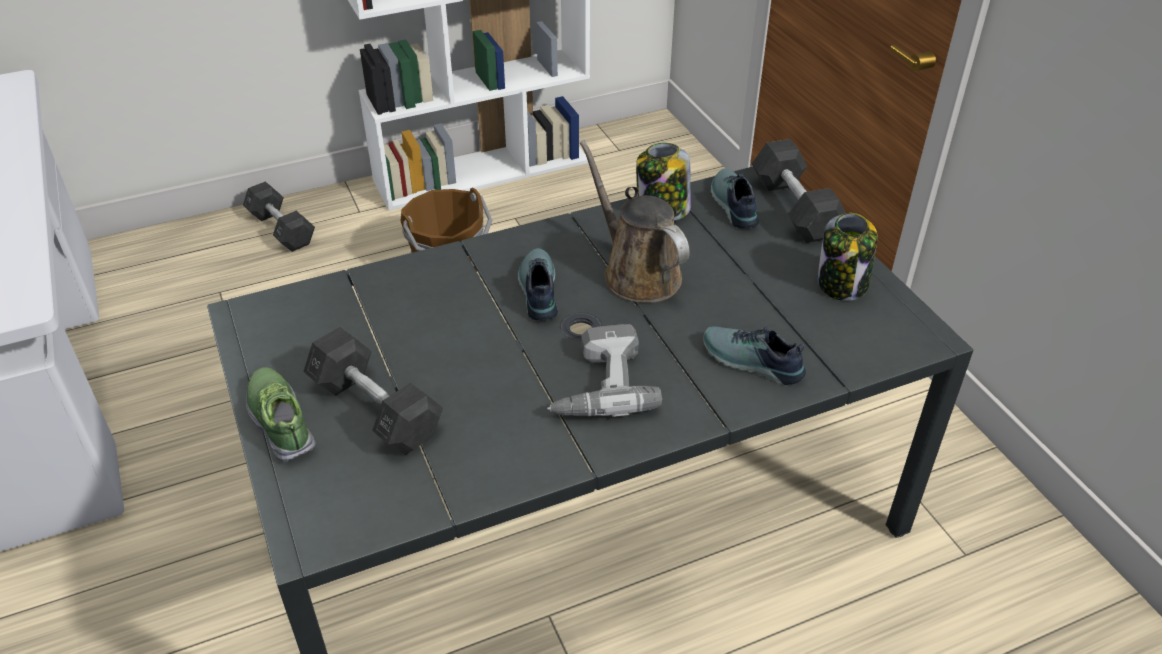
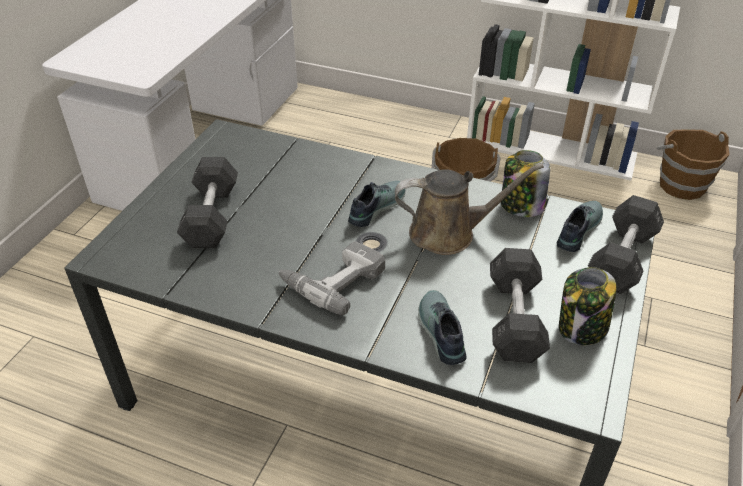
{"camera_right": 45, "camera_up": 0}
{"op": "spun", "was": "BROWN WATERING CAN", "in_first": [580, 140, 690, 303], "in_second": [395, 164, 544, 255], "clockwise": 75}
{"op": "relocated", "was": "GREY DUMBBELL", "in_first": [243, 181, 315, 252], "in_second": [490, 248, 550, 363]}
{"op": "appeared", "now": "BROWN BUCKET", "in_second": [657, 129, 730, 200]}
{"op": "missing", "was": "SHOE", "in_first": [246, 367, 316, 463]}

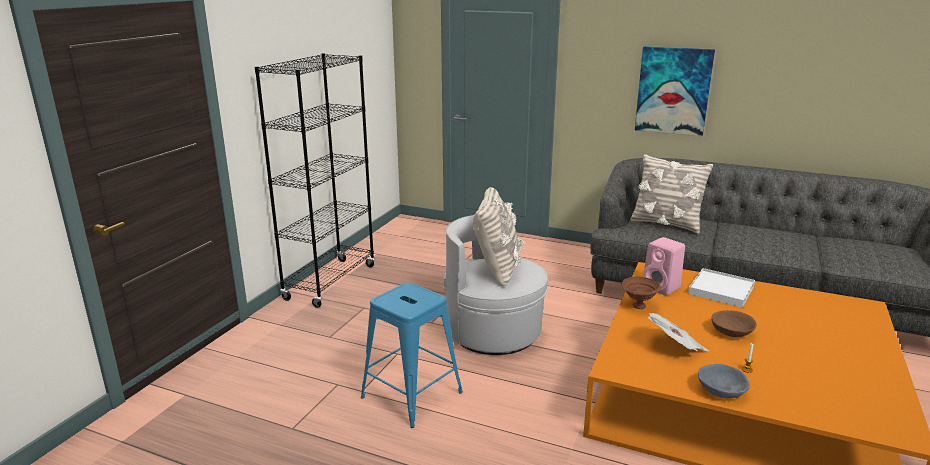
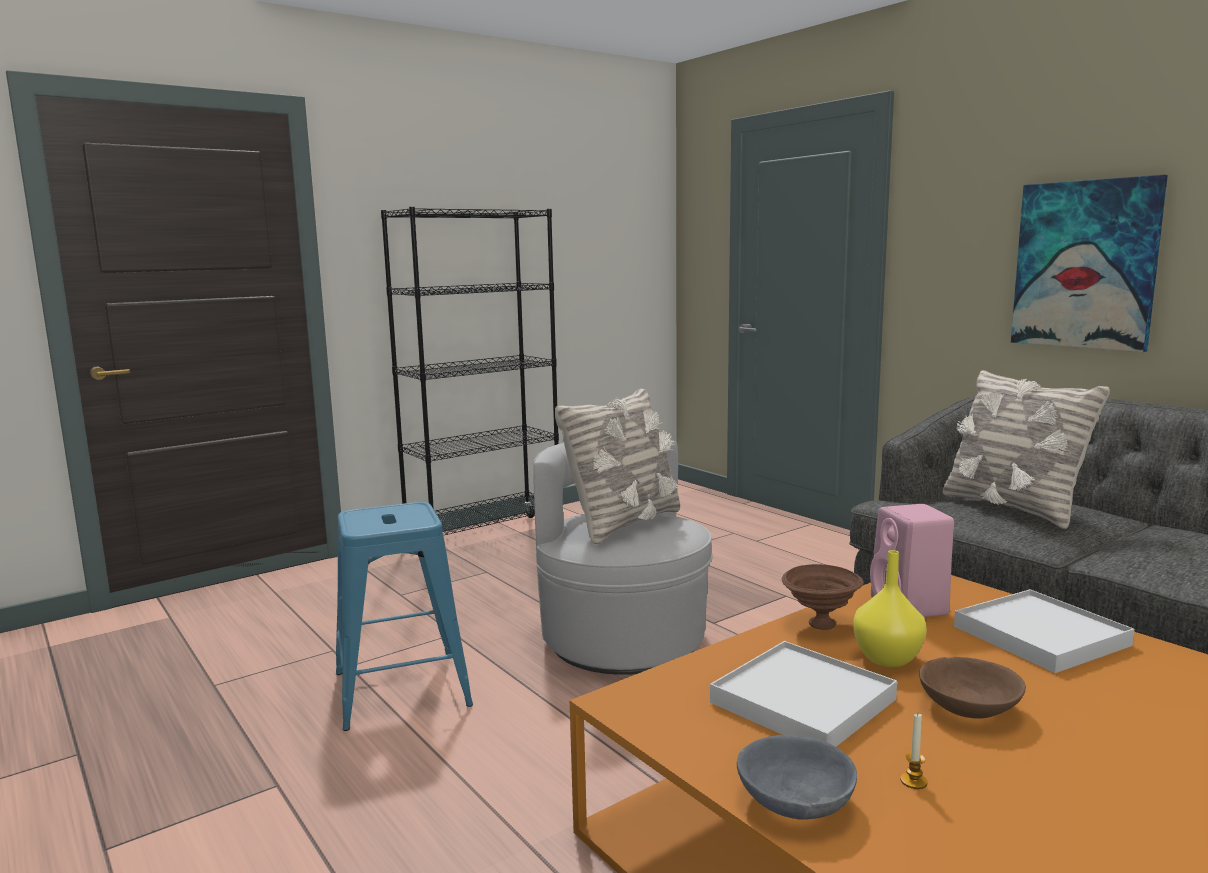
{"camera_right": 30, "camera_up": -10}
{"op": "exchanged", "was": "NEWSPAPER", "now": "WHITE TRAY", "in_first": [648, 313, 709, 352], "in_second": [710, 641, 897, 747]}
{"op": "appeared", "now": "YELLOW VASE", "in_second": [853, 550, 927, 667]}

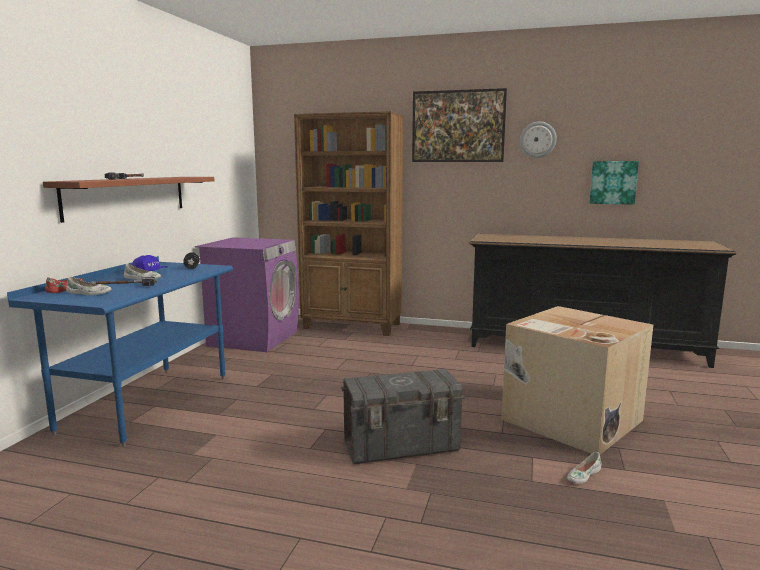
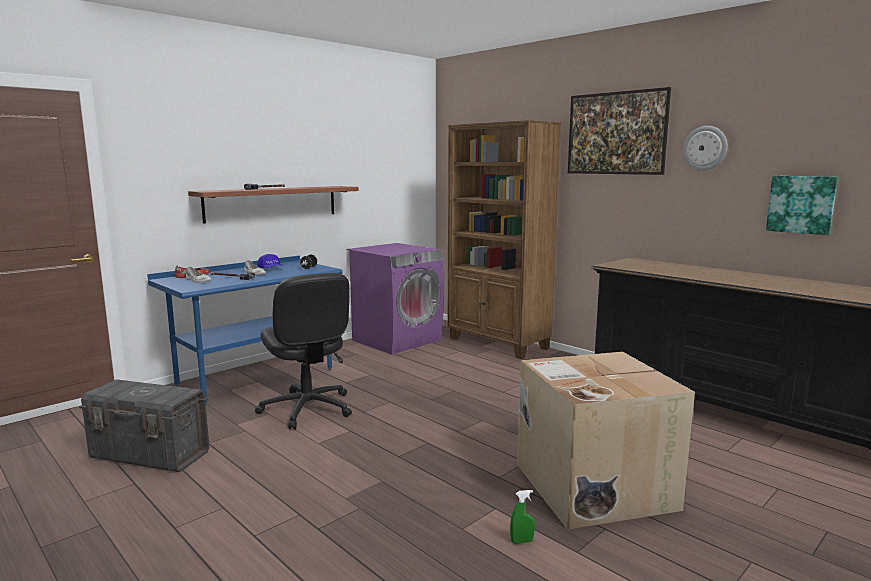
{"camera_right": 30, "camera_up": 0}
{"op": "relocated", "was": "GREY STORAGE BOX", "in_first": [341, 369, 465, 464], "in_second": [79, 379, 209, 472]}
{"op": "appeared", "now": "BLACK OFFICE CHAIR", "in_second": [255, 273, 352, 429]}
{"op": "exchanged", "was": "WHITE SHOE", "now": "GREEN SPRAY BOTTLE", "in_first": [567, 452, 601, 484], "in_second": [510, 490, 535, 544]}

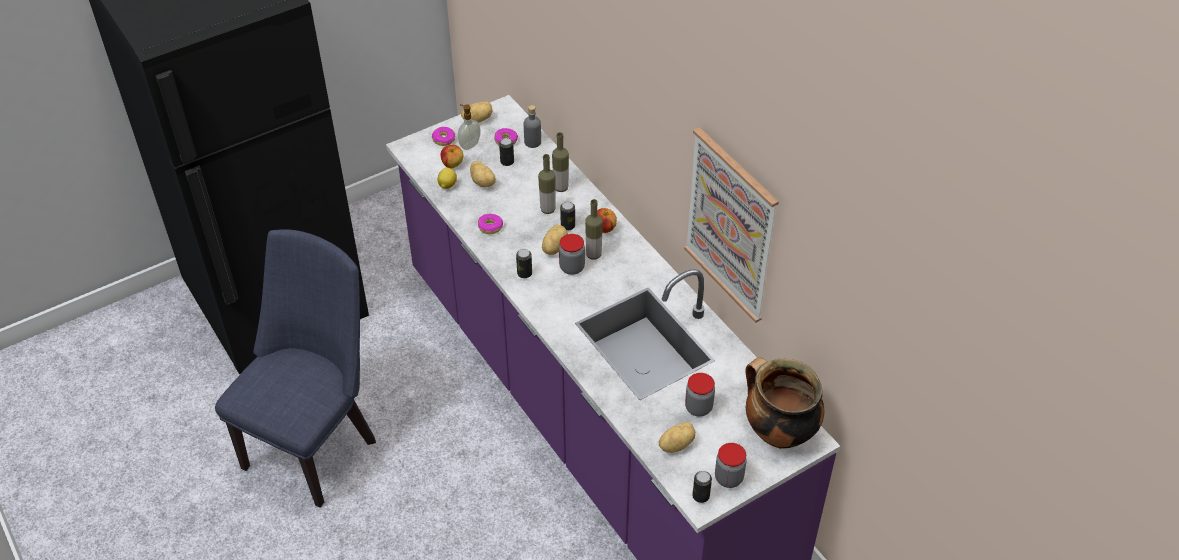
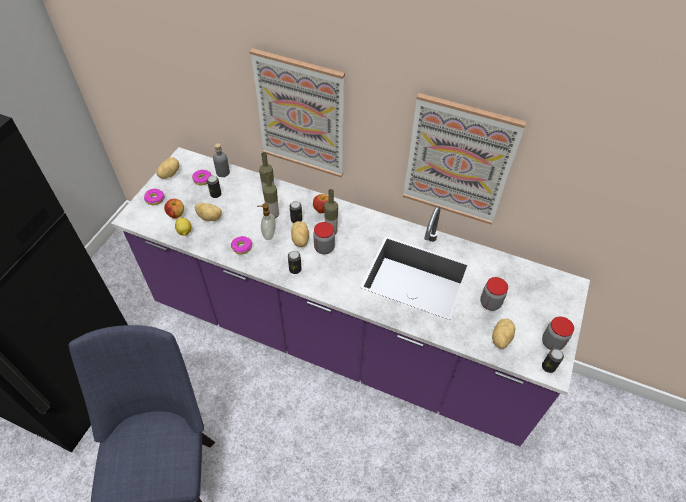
{"camera_right": -35, "camera_up": 5}
{"op": "appeared", "now": "PICTURE", "in_second": [249, 48, 345, 177]}
{"op": "relocated", "was": "SOAP DISPENSER", "in_first": [458, 104, 481, 150], "in_second": [257, 203, 276, 240]}
{"op": "missing", "was": "COOKING POT", "in_first": [746, 358, 824, 449]}

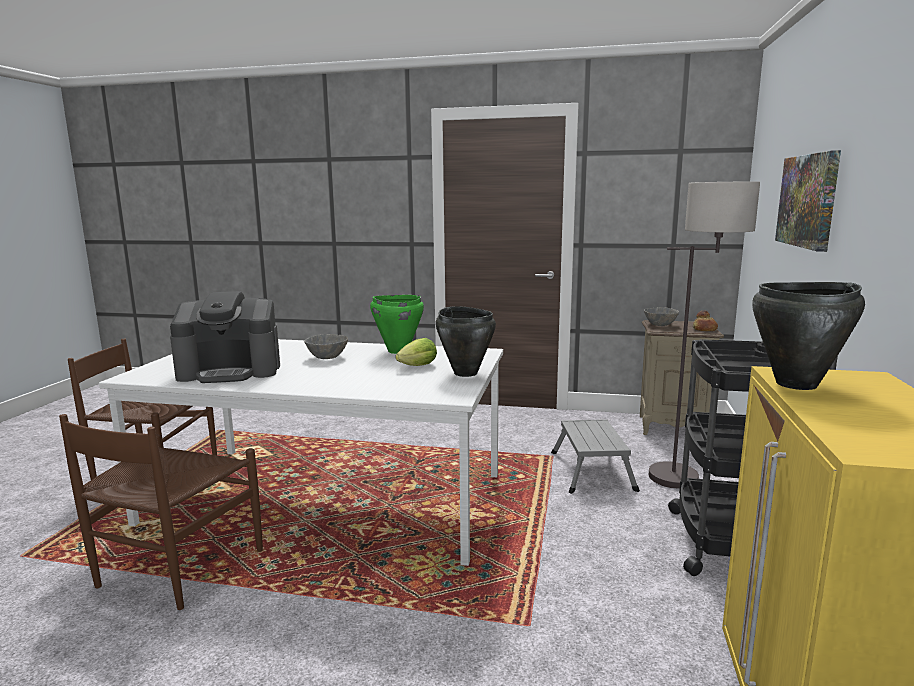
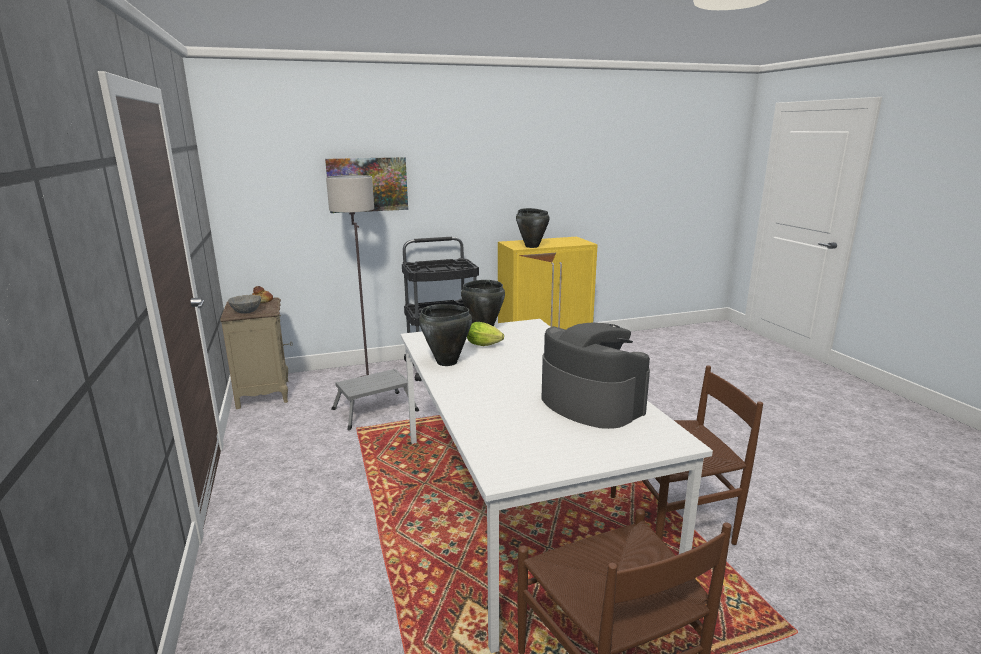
{"camera_right": -120, "camera_up": 5}
{"op": "colour", "was": "GREEN COOKING POT", "now": "BLACK COOKING POT", "in_first": [370, 295, 424, 354], "in_second": [419, 304, 472, 366]}
{"op": "missing", "was": "GREY BOWL", "in_first": [304, 334, 348, 359]}

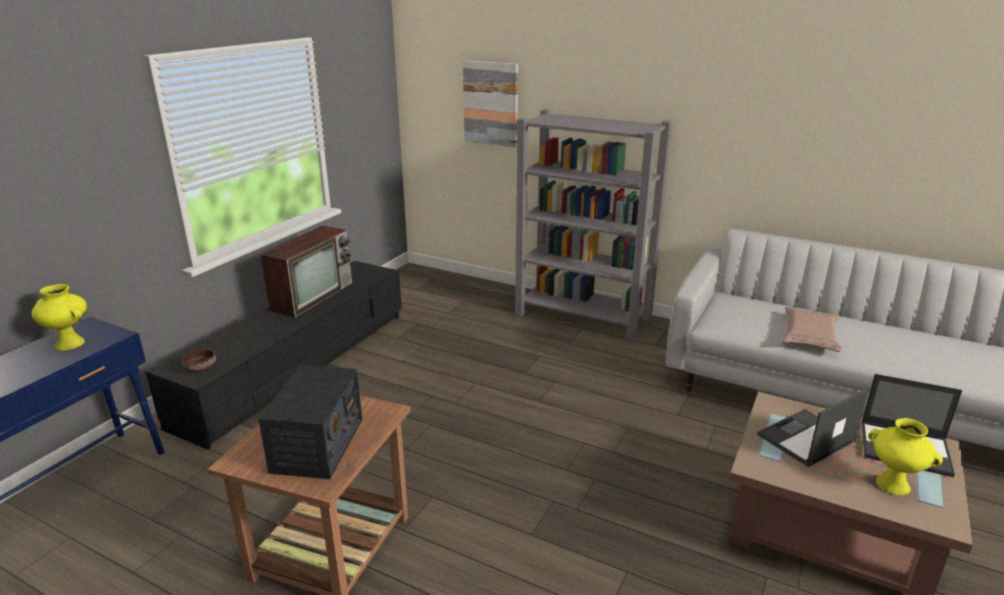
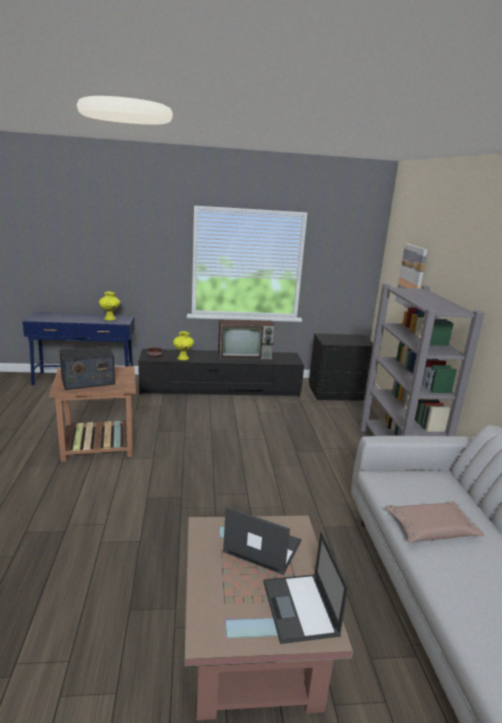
{"camera_right": 55, "camera_up": -5}
{"op": "relocated", "was": "YELLOW VASE", "in_first": [868, 418, 943, 495], "in_second": [173, 331, 194, 360]}
{"op": "appeared", "now": "BLACK NIGHTSTAND", "in_second": [309, 333, 373, 401]}

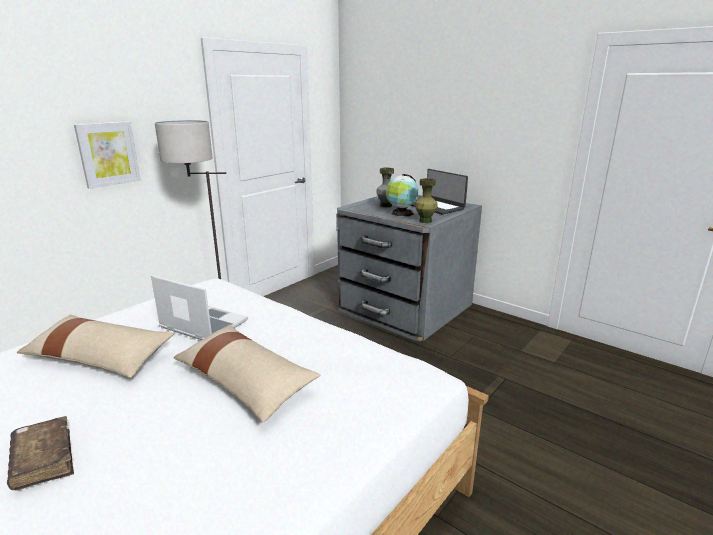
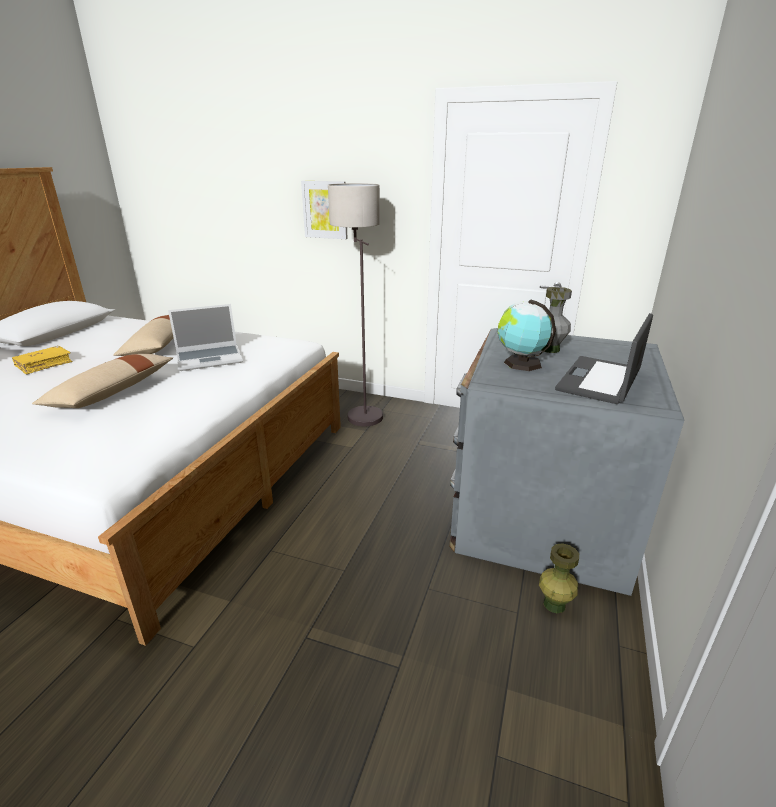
{"camera_right": 70, "camera_up": 5}
{"op": "colour", "was": "BROWN BOOK", "now": "YELLOW BOOK", "in_first": [7, 416, 74, 491], "in_second": [12, 346, 73, 375]}
{"op": "spun", "was": "LAPTOP", "in_first": [151, 275, 248, 340], "in_second": [168, 304, 243, 371], "clockwise": 60}
{"op": "relocated", "was": "GREEN VASE", "in_first": [415, 178, 438, 223], "in_second": [539, 543, 579, 613]}

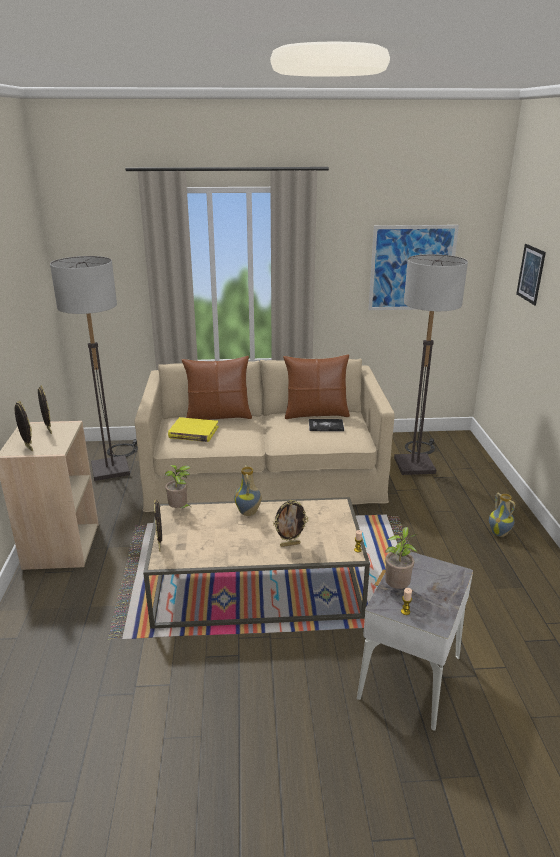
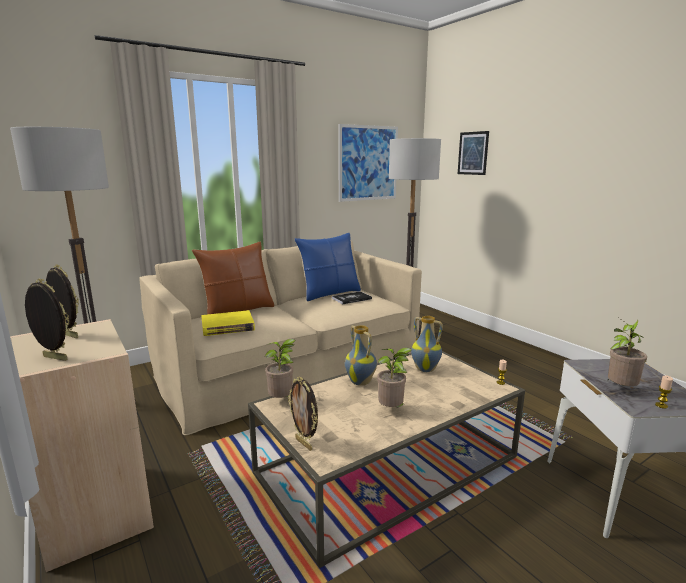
{"camera_right": -30, "camera_up": -10}
{"op": "colour", "was": "BROWN PILLOW", "now": "BLUE PILLOW", "in_first": [283, 354, 350, 419], "in_second": [294, 233, 361, 301]}
{"op": "appeared", "now": "POTTED PLANT", "in_second": [377, 347, 412, 407]}
{"op": "relocated", "was": "VASE", "in_first": [489, 493, 515, 537], "in_second": [411, 316, 443, 372]}
{"op": "missing", "was": "PICTURE FRAME", "in_first": [273, 500, 308, 547]}

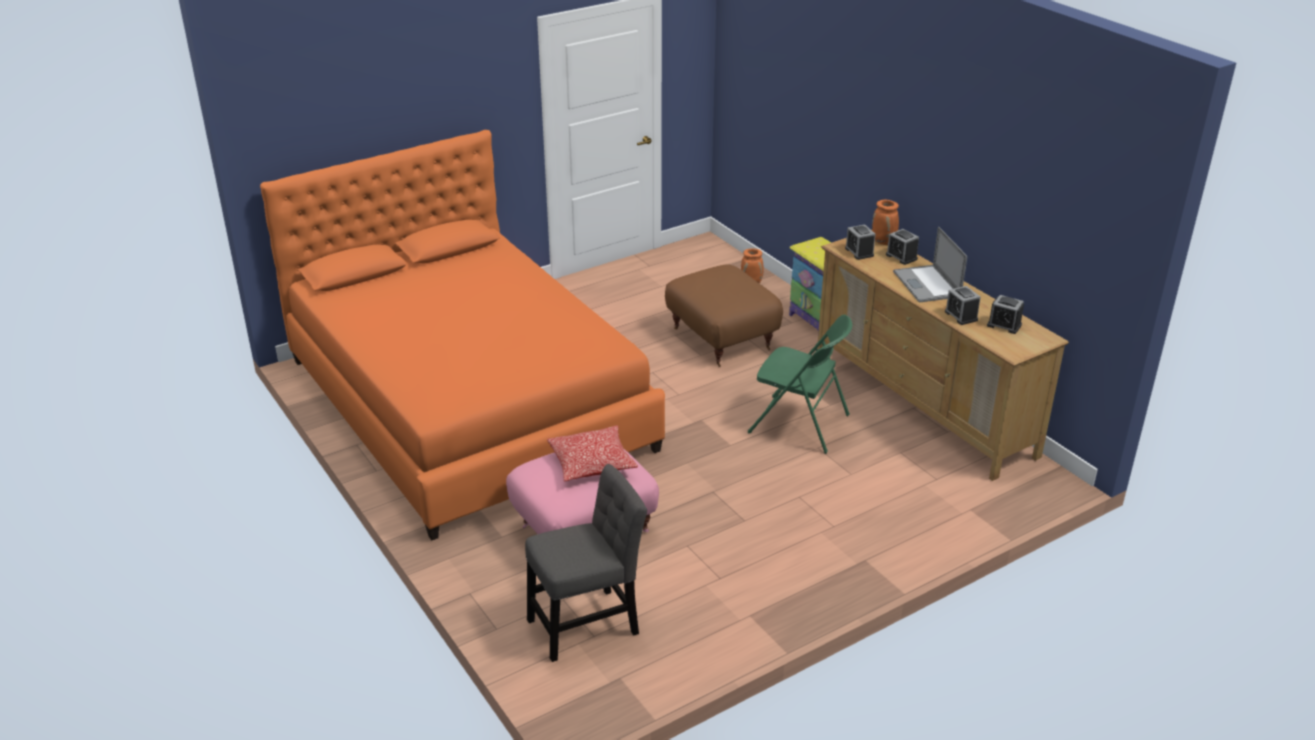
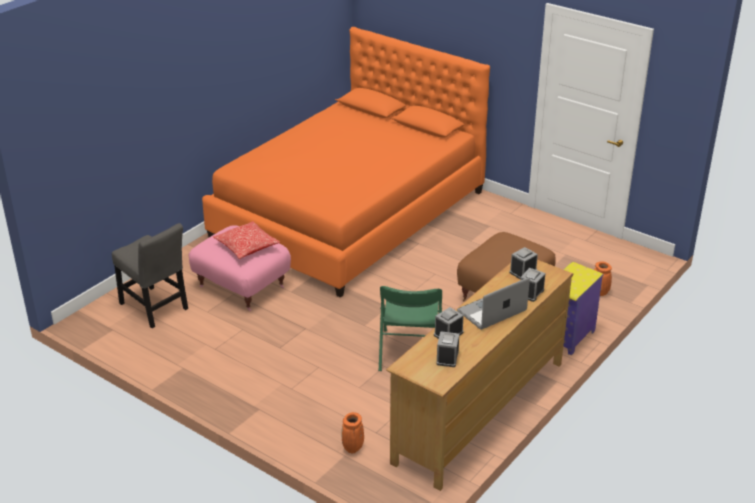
{"camera_right": 70, "camera_up": 0}
{"op": "relocated", "was": "ORANGE VASE", "in_first": [872, 200, 899, 245], "in_second": [341, 412, 364, 453]}

